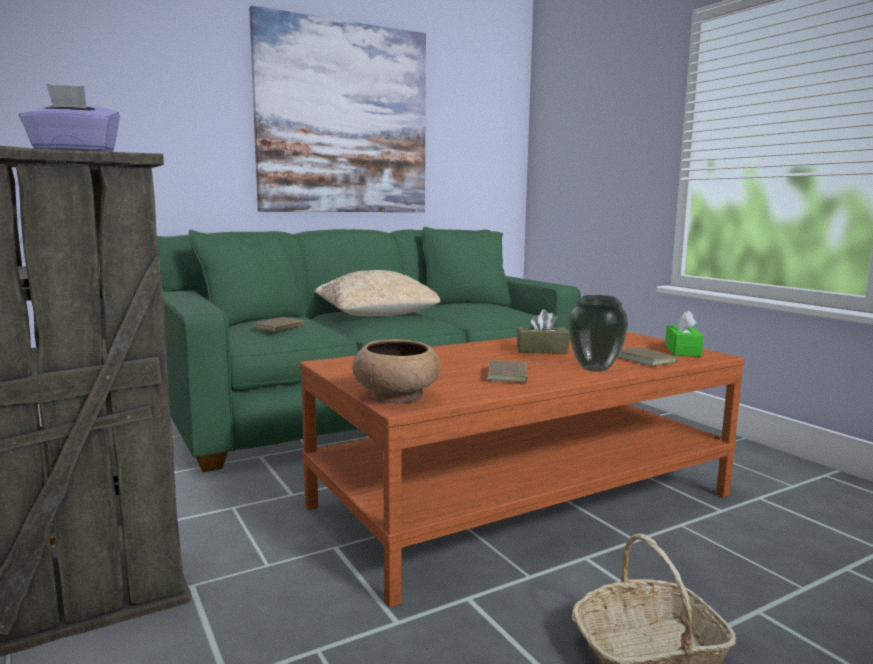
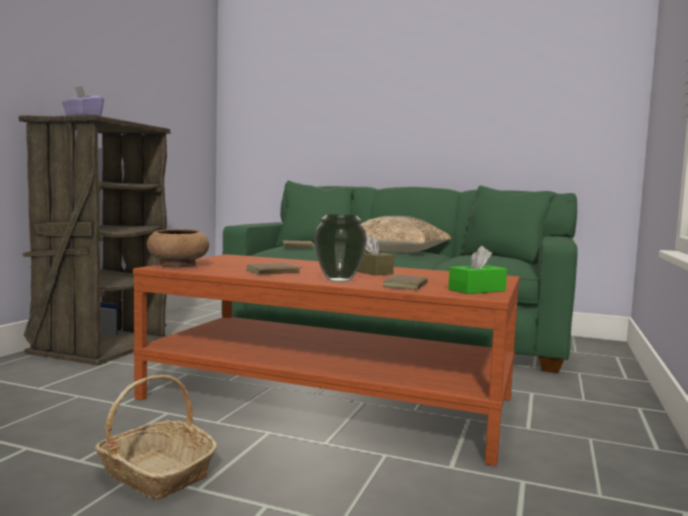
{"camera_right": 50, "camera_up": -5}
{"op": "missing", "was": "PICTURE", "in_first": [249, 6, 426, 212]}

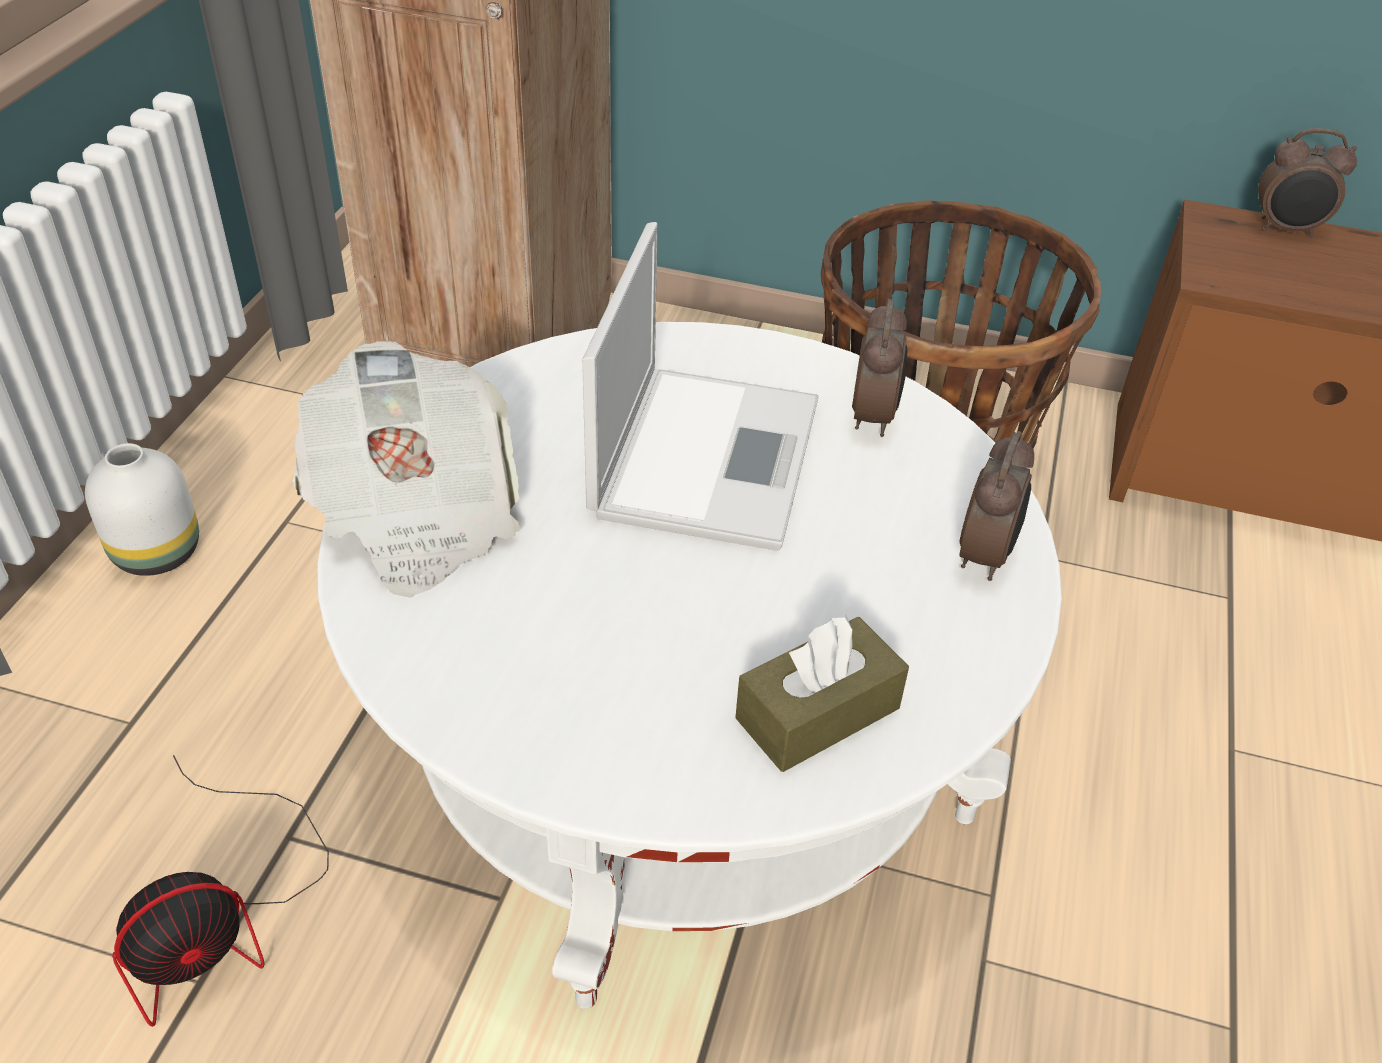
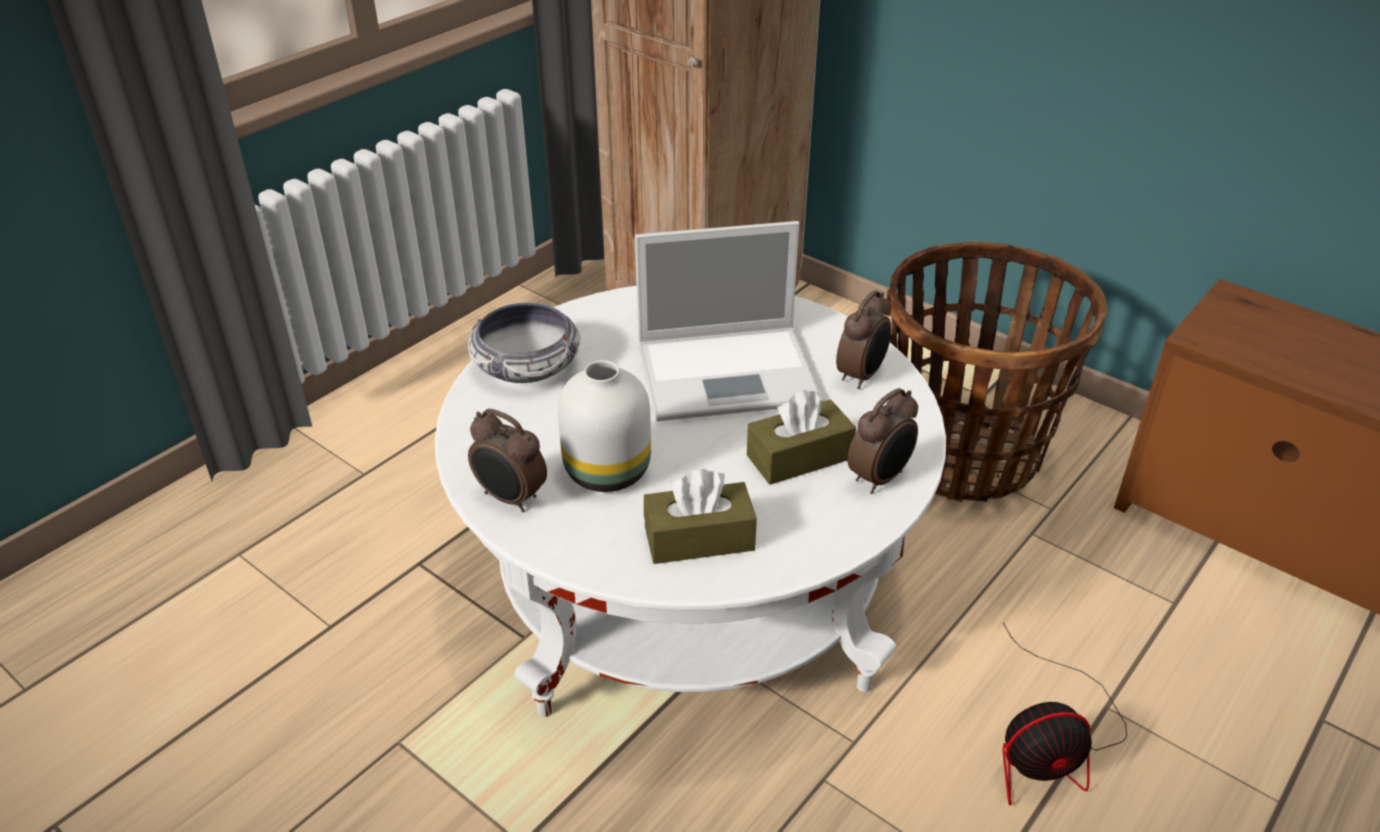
{"camera_right": 25, "camera_up": -5}
{"op": "exchanged", "was": "NEWSPAPER", "now": "BOWL", "in_first": [292, 341, 519, 597], "in_second": [468, 302, 581, 383]}
{"op": "relocated", "was": "ALARM CLOCK", "in_first": [1258, 128, 1357, 237], "in_second": [468, 409, 547, 512]}
{"op": "relocated", "was": "WHITE VASE", "in_first": [85, 443, 199, 576], "in_second": [558, 360, 651, 492]}
{"op": "spun", "was": "LAPTOP", "in_first": [582, 222, 819, 551], "in_second": [635, 221, 823, 421], "clockwise": 45}
{"op": "appeared", "now": "BROWN TISSUE BOX", "in_second": [747, 389, 856, 485]}
{"op": "relocated", "was": "FAN", "in_first": [112, 755, 329, 1027], "in_second": [1003, 622, 1127, 805]}

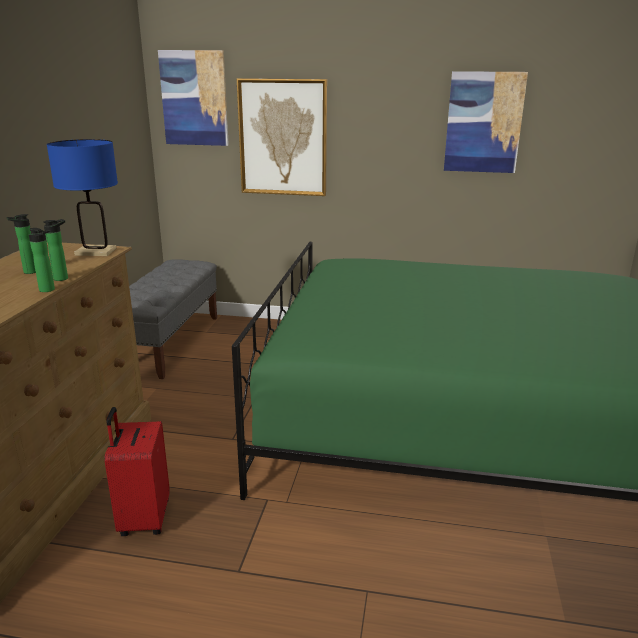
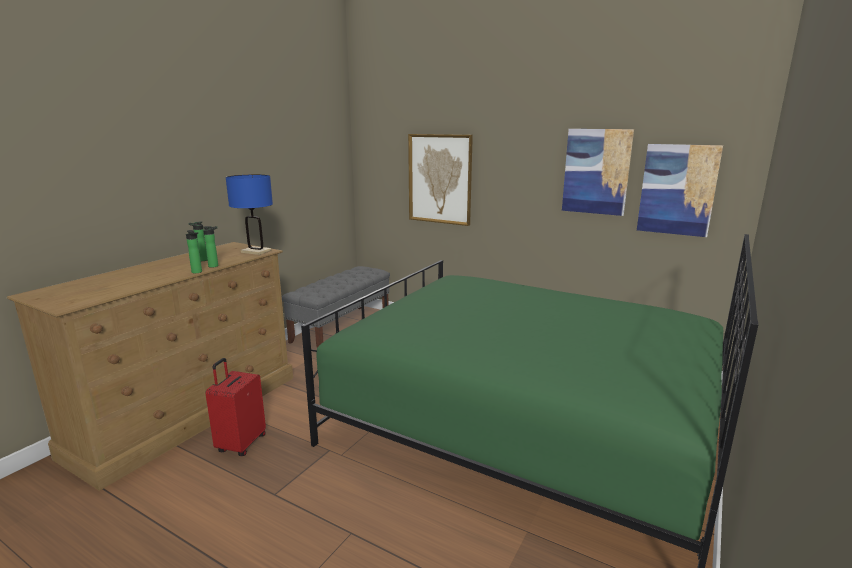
{"camera_right": 20, "camera_up": -5}
{"op": "relocated", "was": "PICTURE", "in_first": [158, 50, 229, 146], "in_second": [637, 144, 723, 237]}

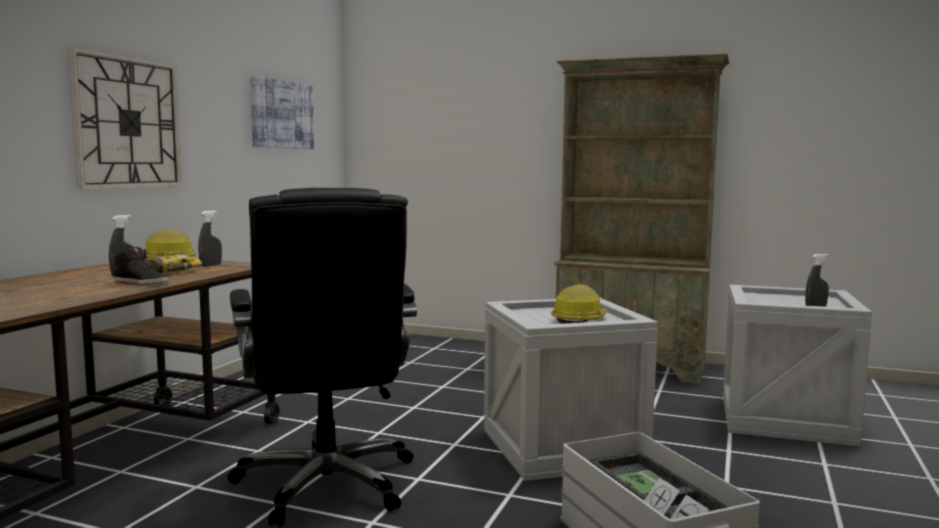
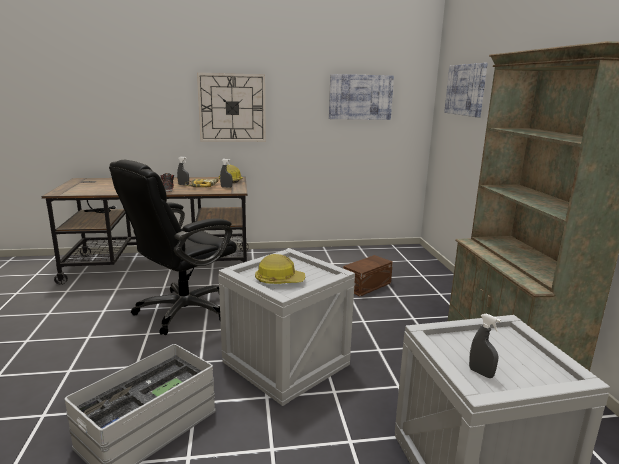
{"camera_right": 60, "camera_up": 10}
{"op": "appeared", "now": "BROWN STORAGE BOX", "in_second": [343, 255, 393, 296]}
{"op": "appeared", "now": "PICTURE", "in_second": [444, 63, 488, 117]}

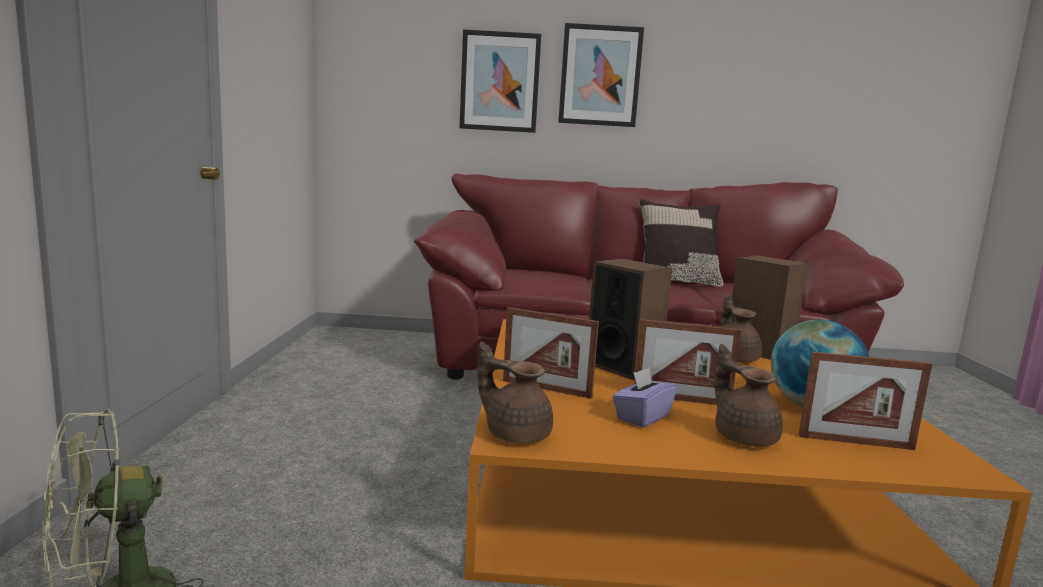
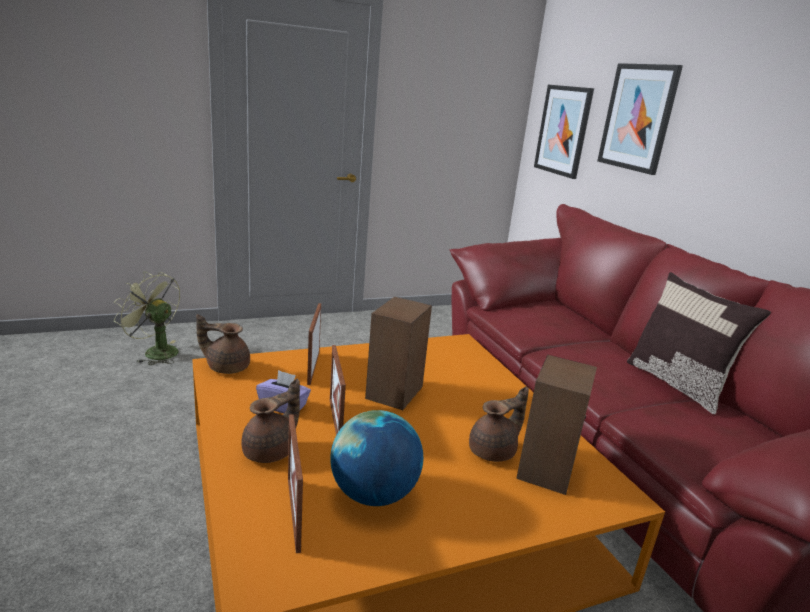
{"camera_right": 65, "camera_up": 10}
{"op": "spun", "was": "BROWN TEAPOT", "in_first": [477, 342, 553, 444], "in_second": [196, 314, 250, 374], "clockwise": -90}
{"op": "relocated", "was": "PICTURE", "in_first": [558, 23, 644, 127], "in_second": [534, 85, 594, 179]}

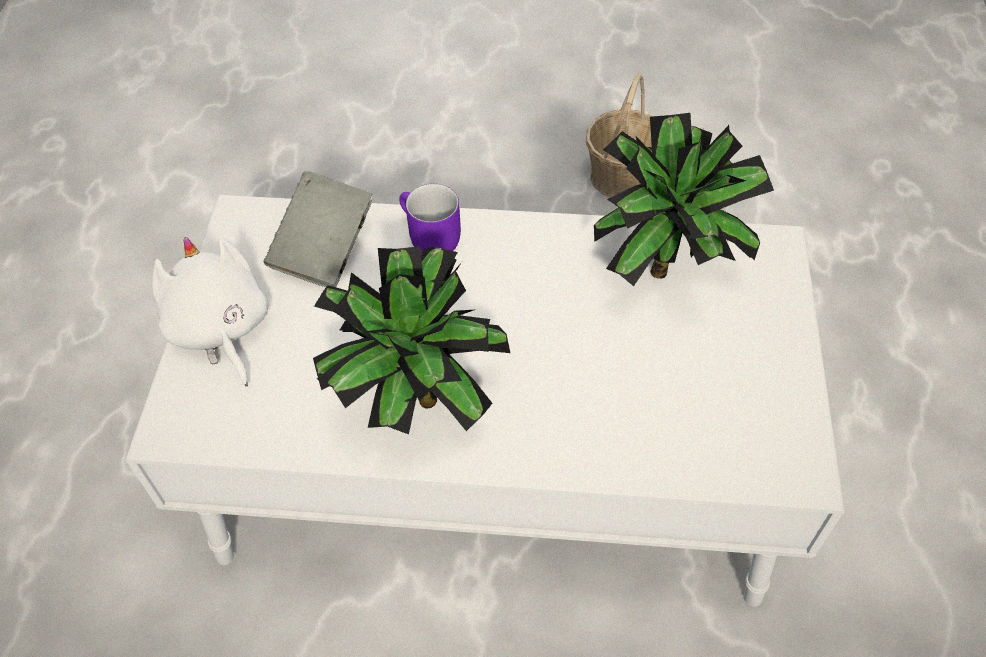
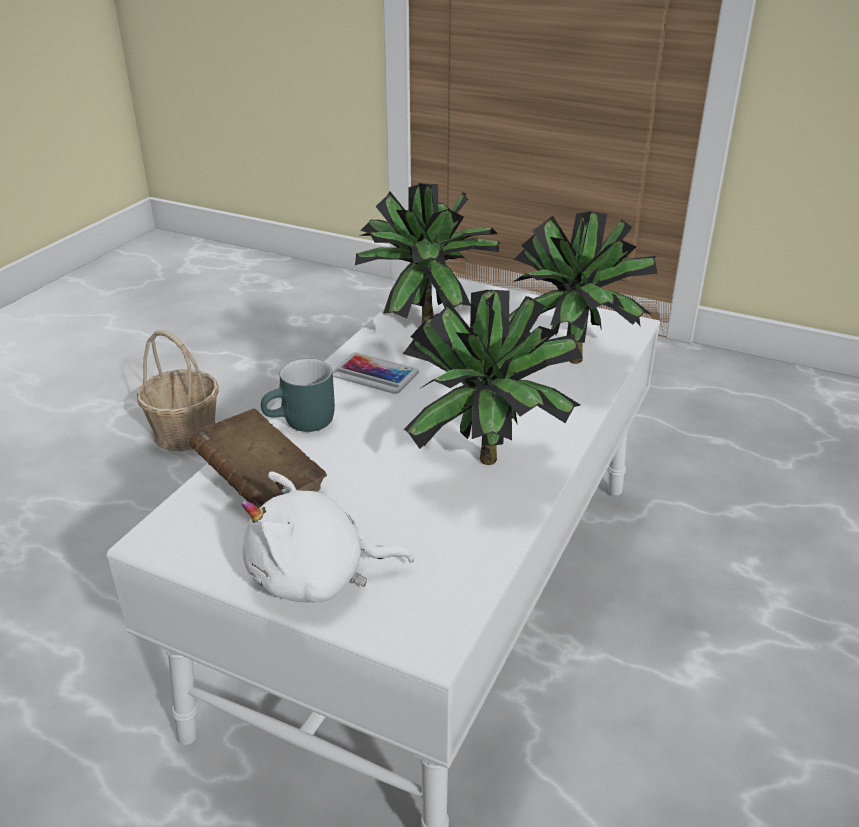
{"camera_right": -70, "camera_up": -20}
{"op": "colour", "was": "GREY BOOK", "now": "BROWN BOOK", "in_first": [264, 171, 372, 287], "in_second": [189, 408, 327, 508]}
{"op": "colour", "was": "PURPLE MUG", "now": "TURQUOISE MUG", "in_first": [399, 184, 461, 254], "in_second": [261, 359, 335, 432]}
{"op": "appeared", "now": "PHONE", "in_second": [332, 352, 419, 394]}
{"op": "appeared", "now": "POTTED PLANT", "in_second": [509, 211, 658, 364]}

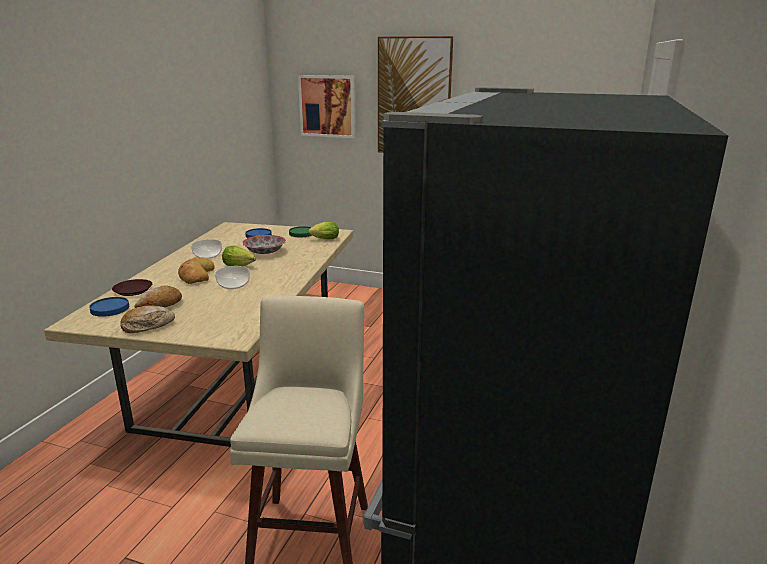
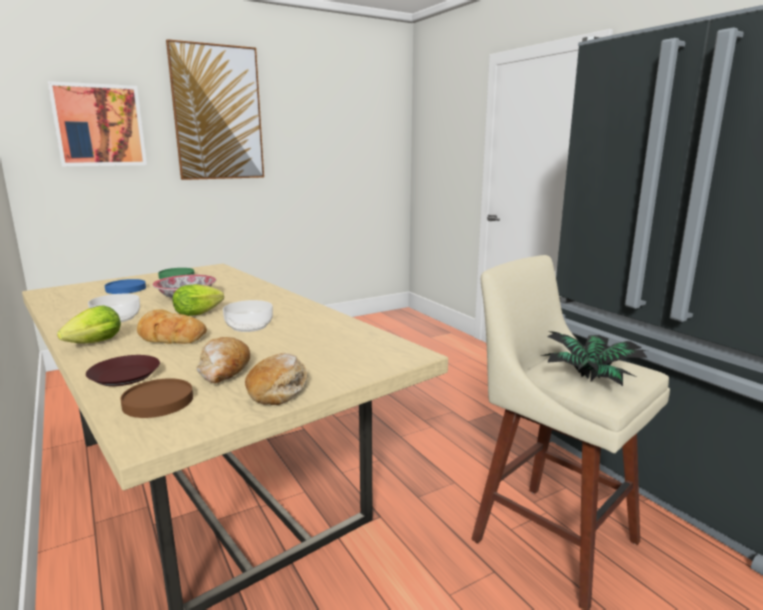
{"camera_right": -50, "camera_up": -5}
{"op": "relocated", "was": "LETTUCE", "in_first": [308, 221, 339, 239], "in_second": [57, 305, 121, 343]}
{"op": "colour", "was": "BLUE PLATE", "now": "BROWN PLATE", "in_first": [89, 297, 129, 317], "in_second": [120, 378, 193, 418]}
{"op": "appeared", "now": "POTTED PLANT", "in_second": [542, 331, 648, 386]}

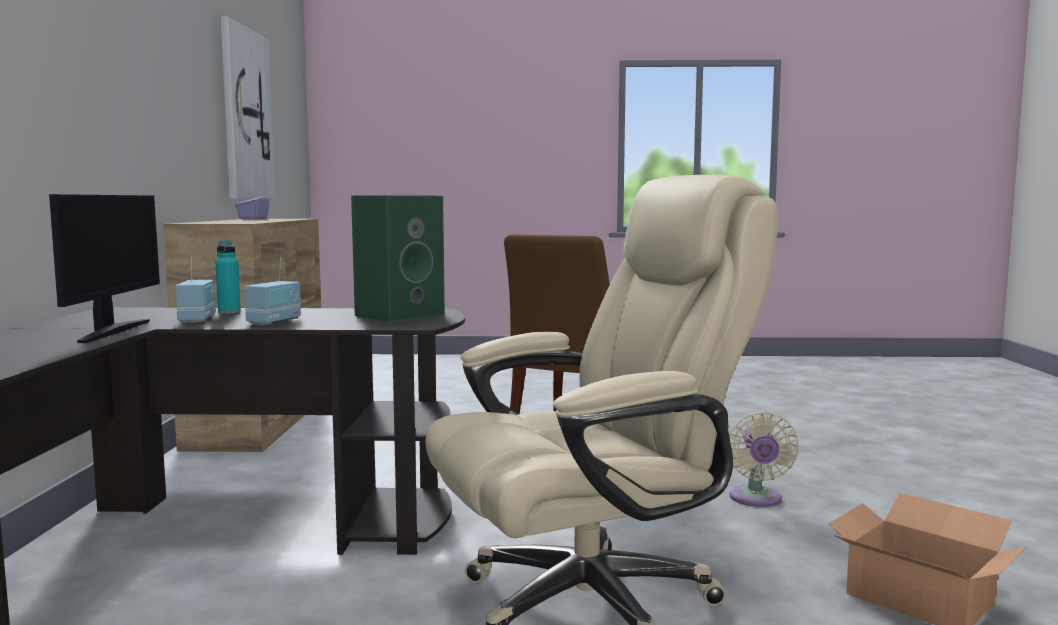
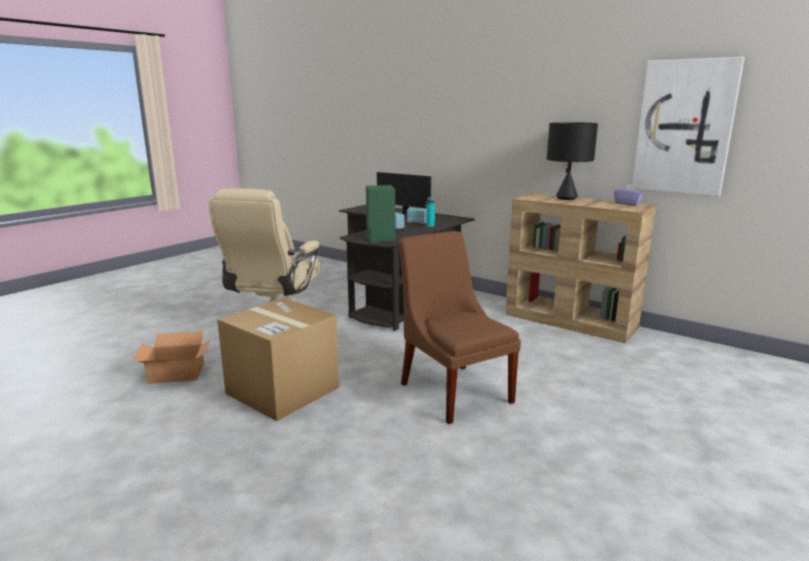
{"camera_right": 125, "camera_up": 10}
{"op": "exchanged", "was": "BEIGE FAN", "now": "CARDBOARD BOX", "in_first": [729, 412, 799, 507], "in_second": [217, 298, 339, 421]}
{"op": "appeared", "now": "BLACK TABLE LAMP", "in_second": [547, 122, 598, 200]}

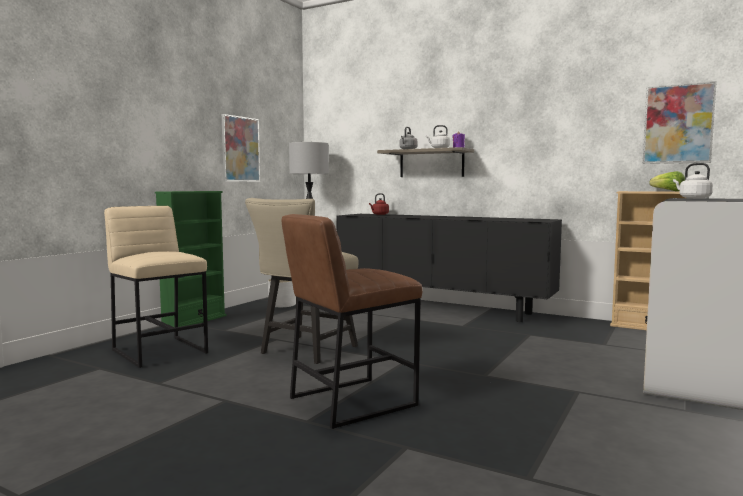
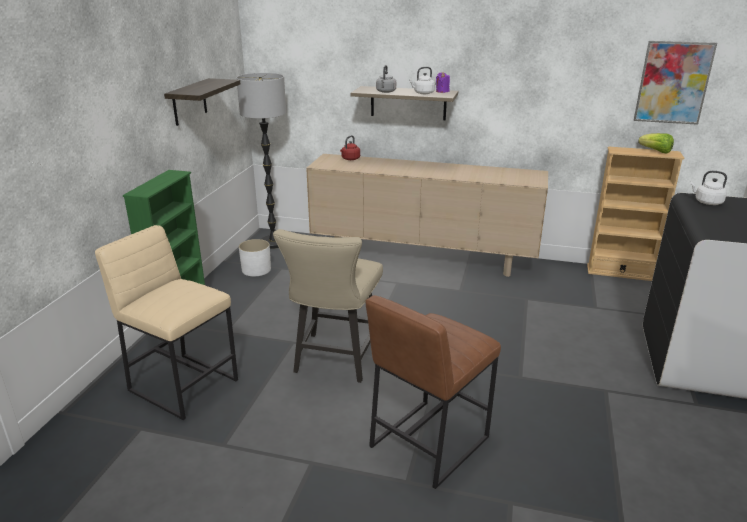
{"camera_right": -15, "camera_up": 20}
{"op": "exchanged", "was": "PICTURE", "now": "SHELF", "in_first": [222, 114, 260, 182], "in_second": [164, 78, 241, 126]}
{"op": "colour", "was": "BLACK CABINET", "now": "BEIGE CABINET", "in_first": [337, 214, 562, 322], "in_second": [306, 154, 548, 277]}

